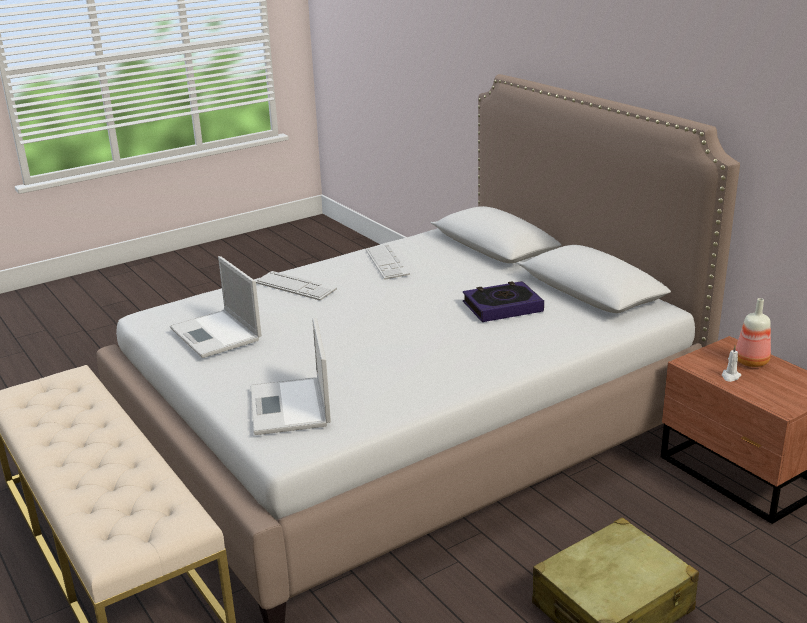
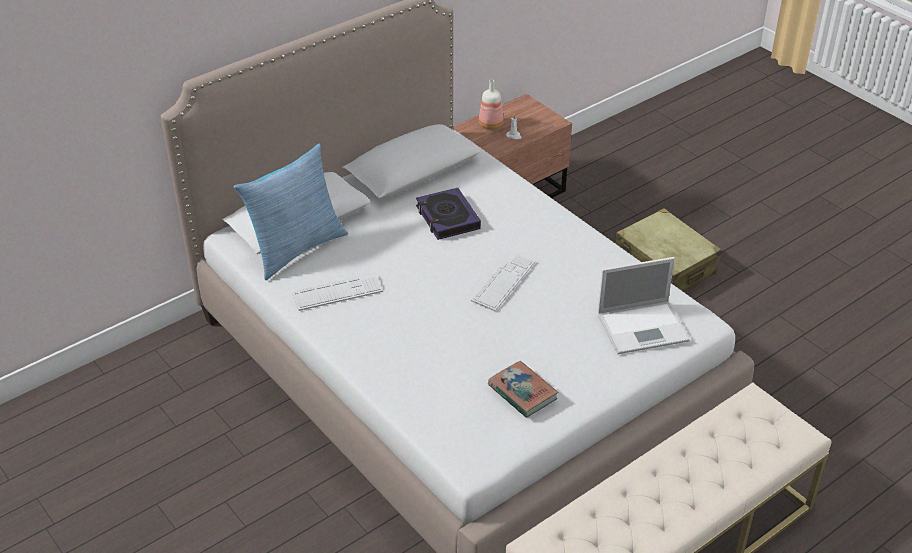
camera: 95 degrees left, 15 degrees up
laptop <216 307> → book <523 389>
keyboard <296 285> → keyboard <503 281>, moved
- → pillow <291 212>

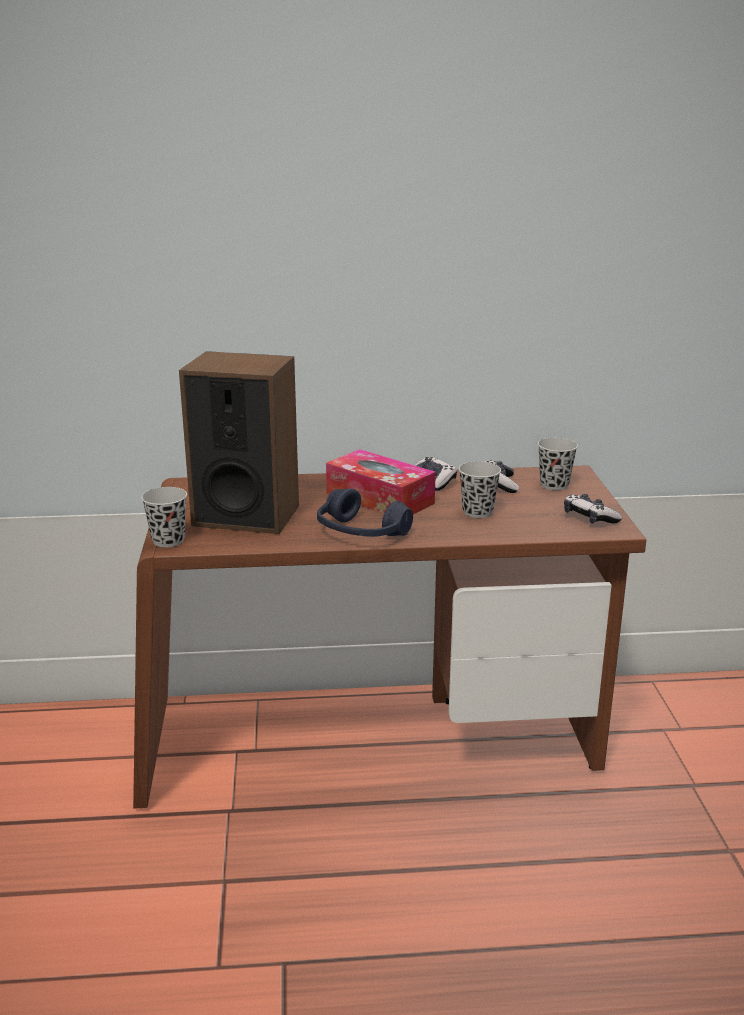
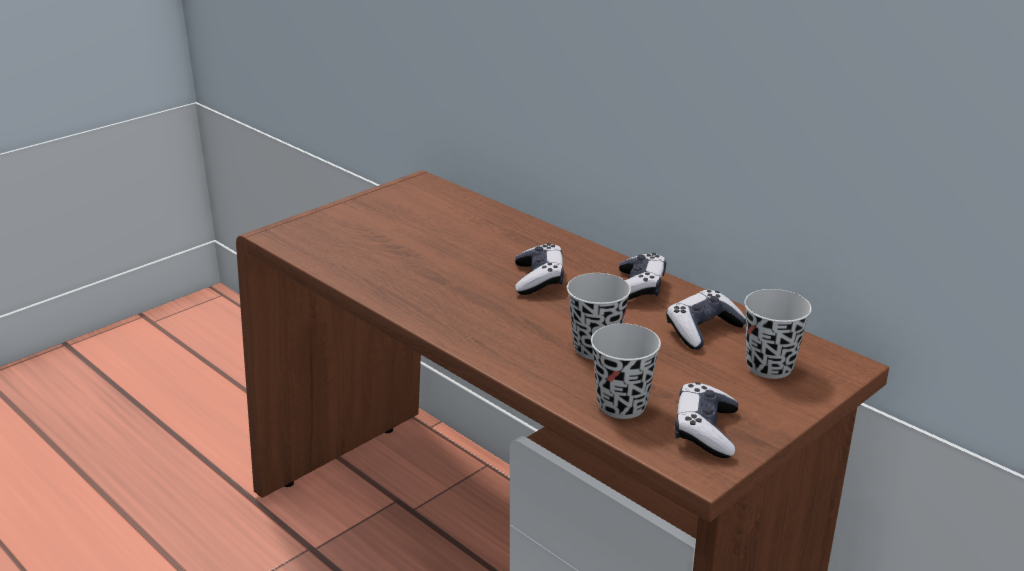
camera: 50 degrees right, 5 degrees up
speaker <239 442> → -
tissue box <381 481> → game controller <539 269>
cup (black) <164 517> → cup (black) <626 371>, moved
headphones (blue) <365 512> → -

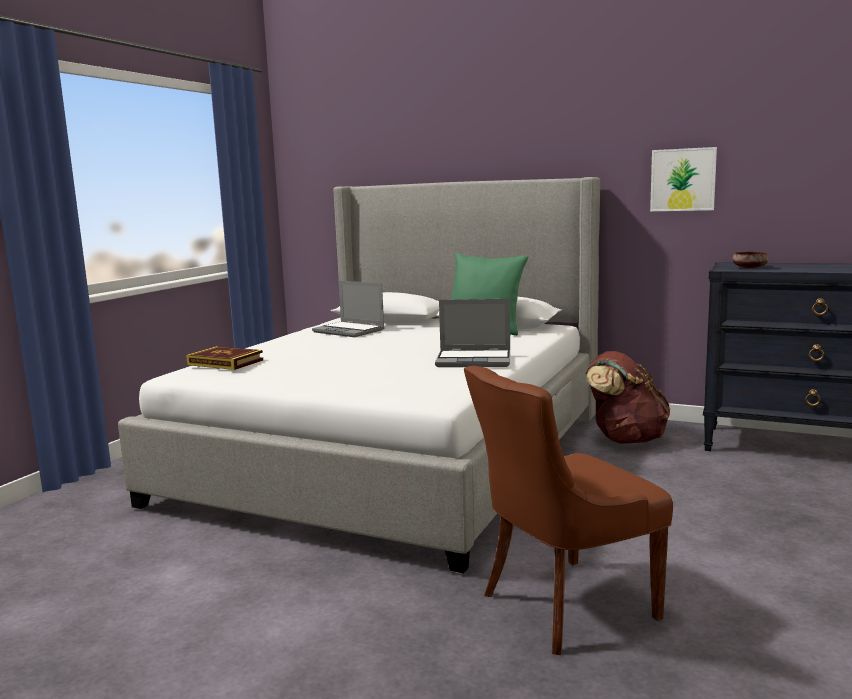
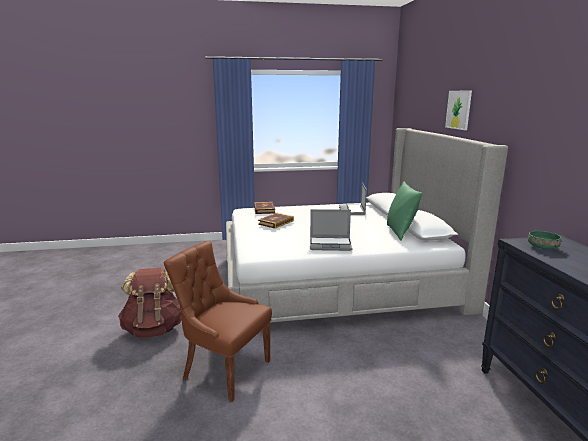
camera: 55 degrees right, 5 degrees up
picture <683 179> → picture <458 110>, moved
bowl (brown) <750 260> → bowl (green) <544 240>
laptop <472 333> → laptop <331 230>, 60 degrees counterclockwise
backpack (brown) <628 397> → backpack (brown) <150 303>, moved
- → book <276 221>

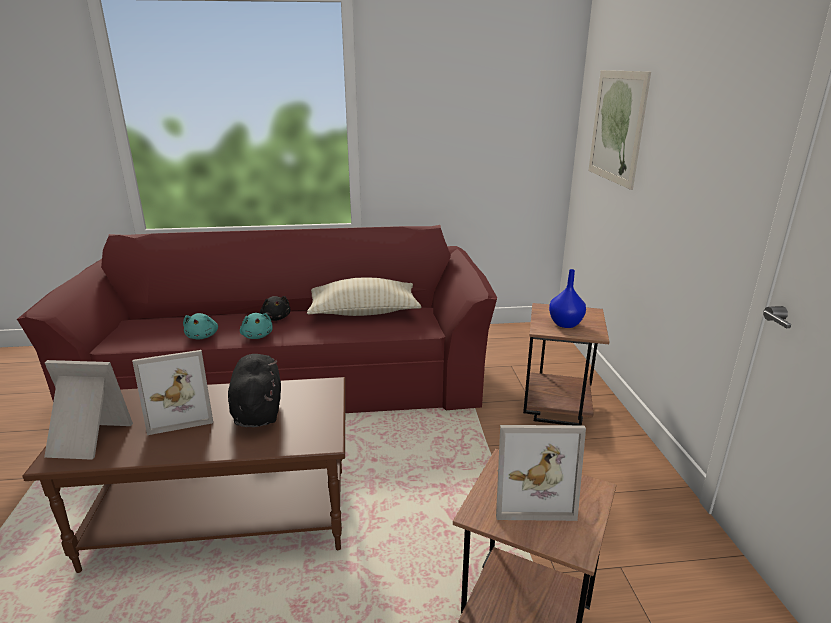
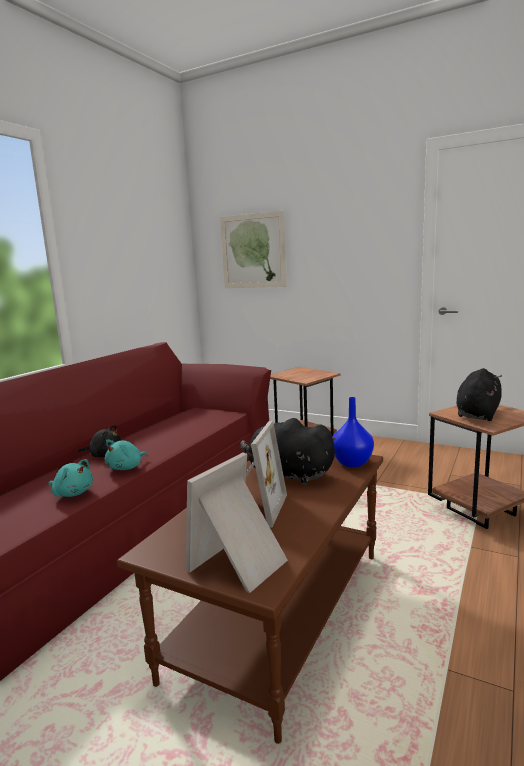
camera: 55 degrees left, 10 degrees down
vase (blue) <567 298> → vase (blue) <353 432>, moved
pillow (beige) <364 297> → -
plush toy (turquoise) <256 326> → plush toy (turquoise) <126 455>, 120 degrees clockwise
picture frame <541 473> → plush toy (black) <479 394>

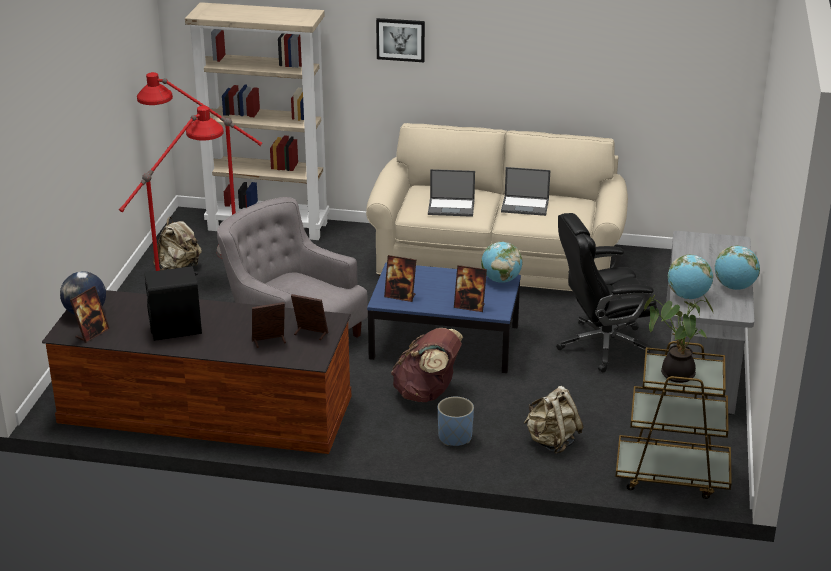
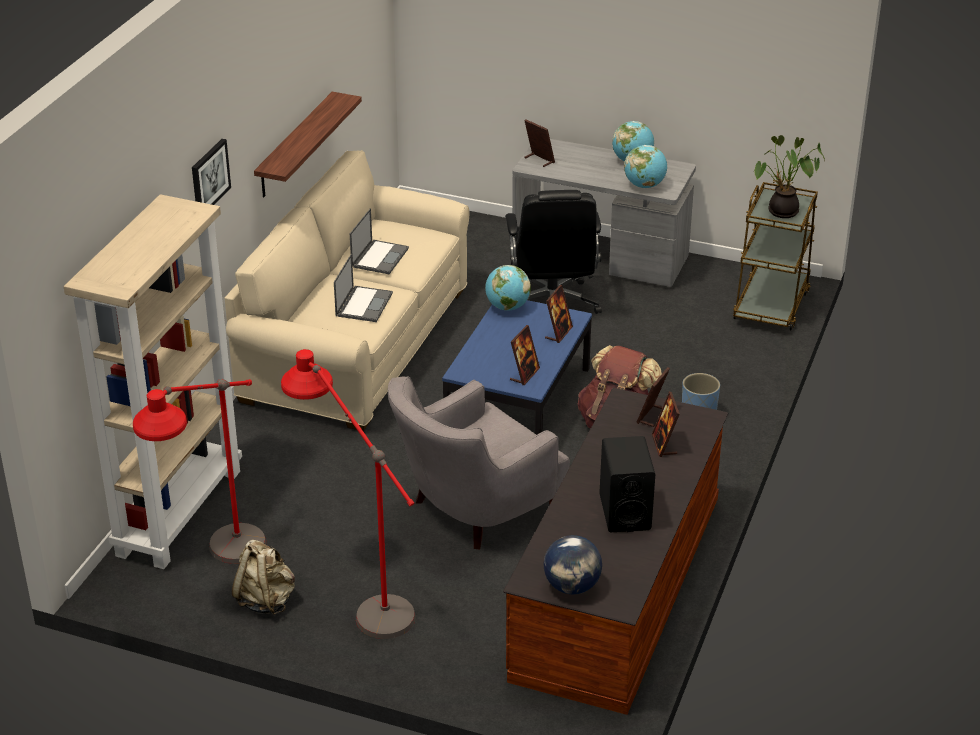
camera: 80 degrees left, 5 degrees up
picture frame <90 314> → picture frame <539 143>, moved
backpack (beige) <554 420> → -
- → shelf <308 144>

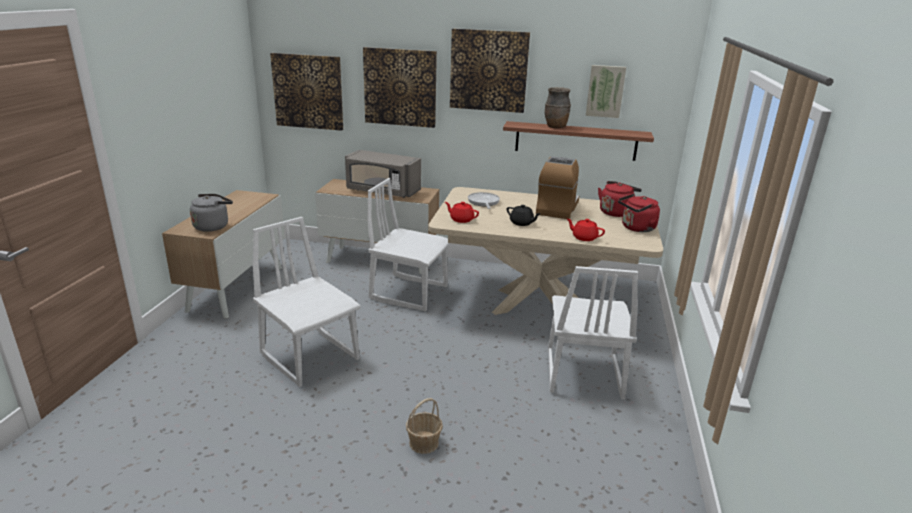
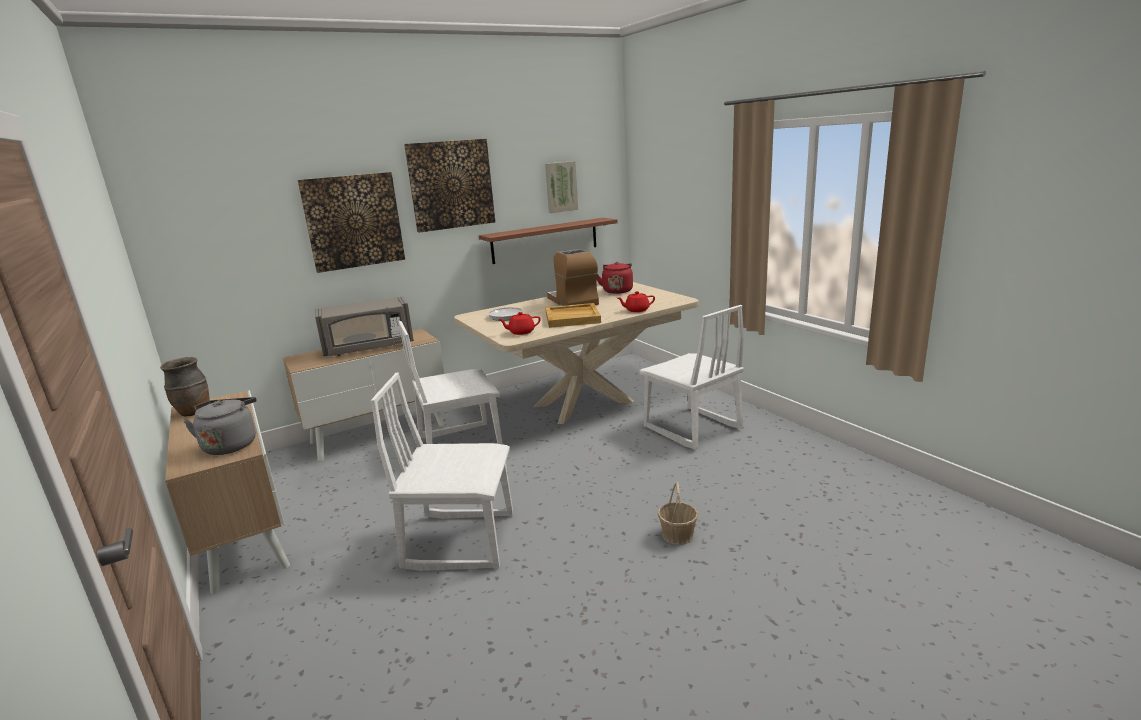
camera: 40 degrees left, 5 degrees down
picture <306 92> → -
vase (brown) <558 107> → vase (brown) <185 386>, moved
kettle (red) <639 213> → -
teapot (black) <523 215> → tray (beige) <573 315>

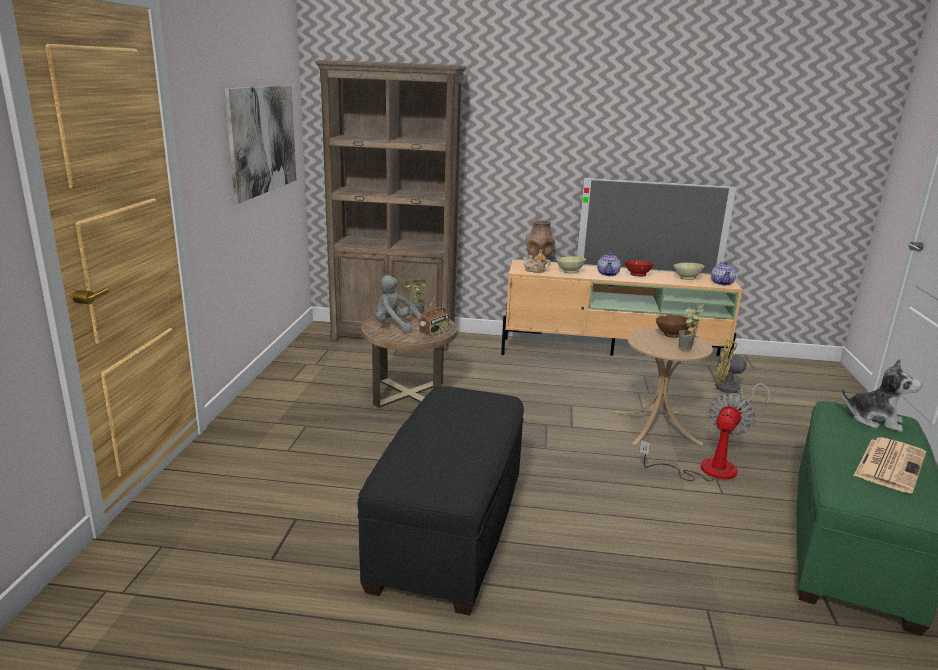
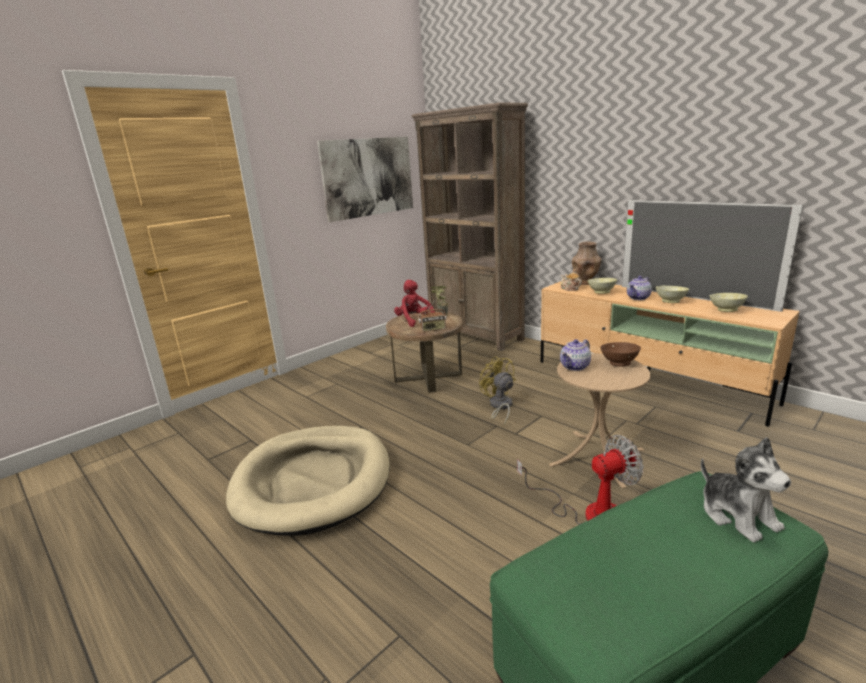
camera: 40 degrees right, 0 degrees up
bowl (red) <639 268> → bowl (beige) <672 294>
teapot <723 273> → teapot <575 355>, moved
plush toy (grey) <398 304> → plush toy (red) <414 303>
potted plant <691 328> → -
fan (yellow) <743 372> → fan (yellow) <497 391>, moved
ottoman (black) <440 501> → dog bed (beige) <308 481>
newspaper <890 465> → -

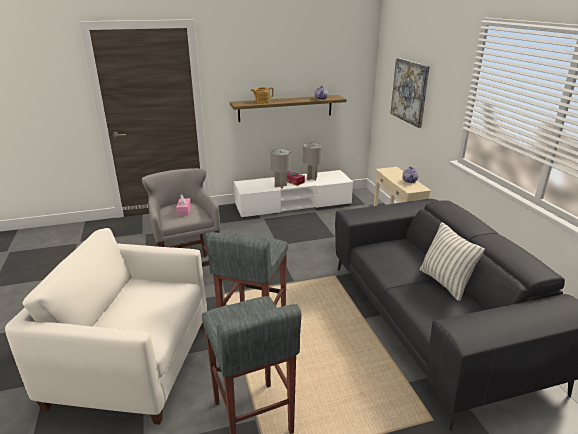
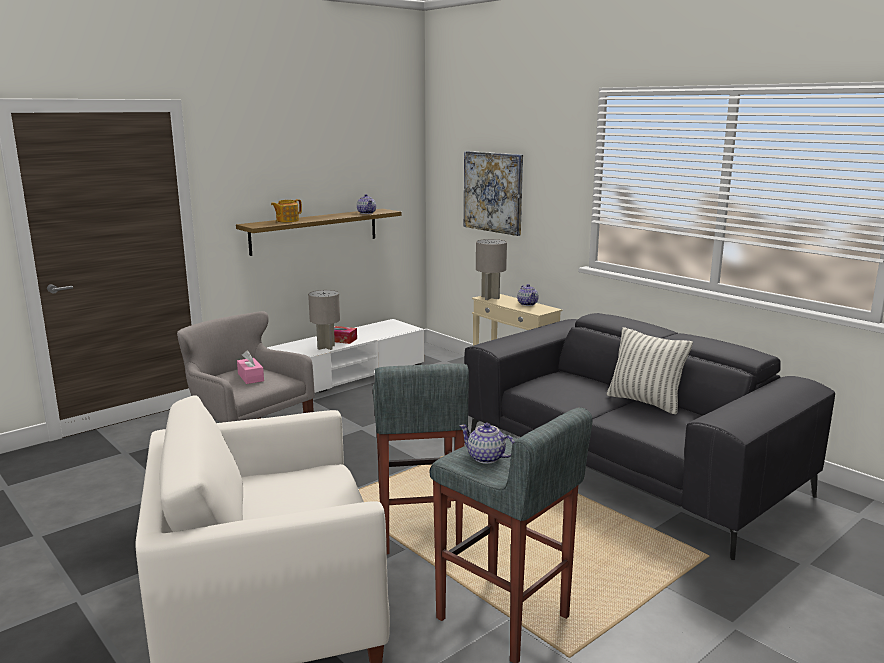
camera: 25 degrees left, 10 degrees down
table lamp (grey) <312 162> → table lamp (grey) <491 269>, moved
- → teapot <486 443>

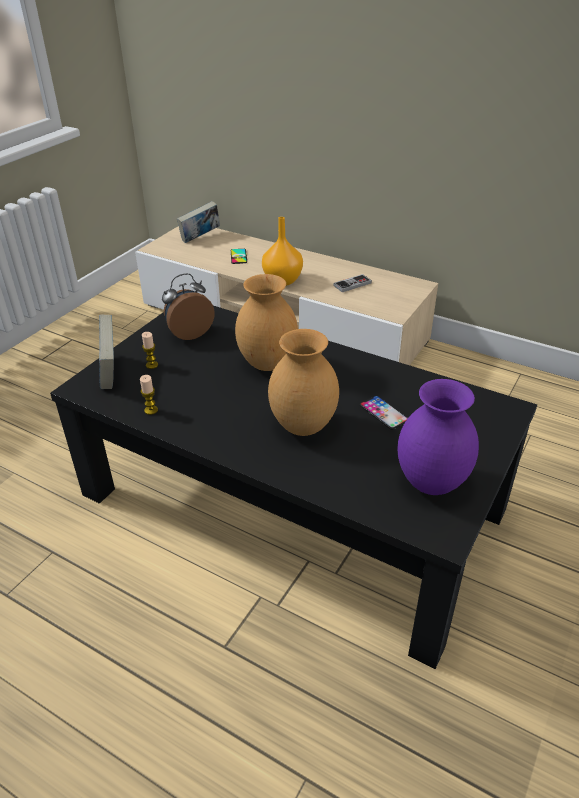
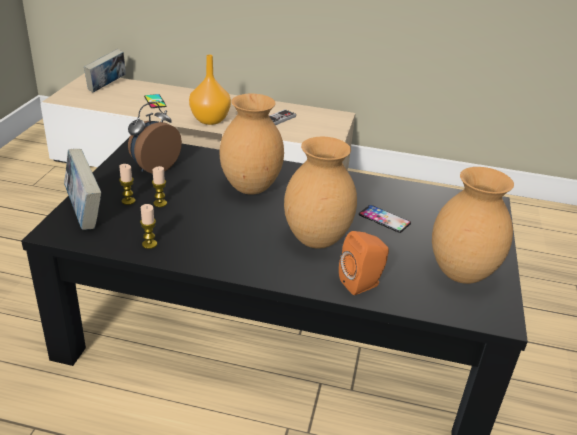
camera: 20 degrees left, 5 degrees down
vase (purple) <438 437> → vase (brown) <473 225>
- → candle <159 186>
- → speaker (orange) <364 263>

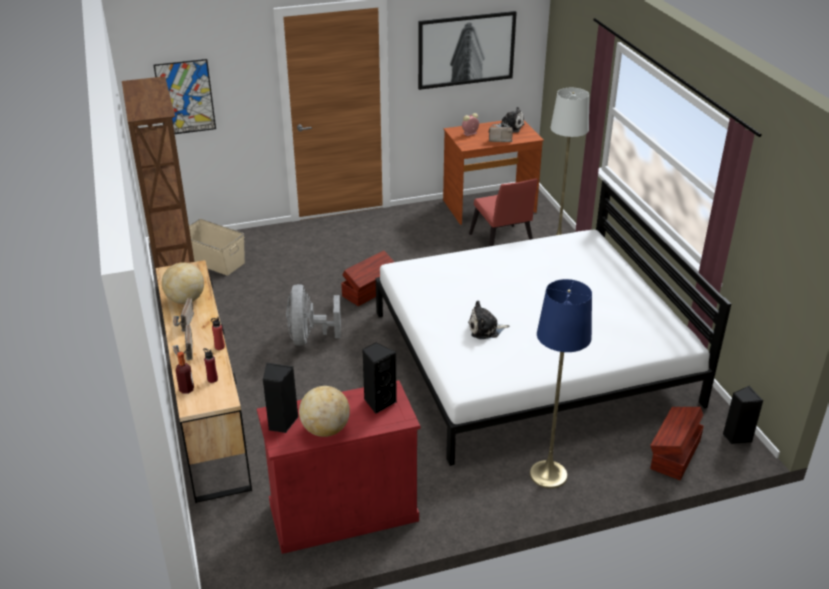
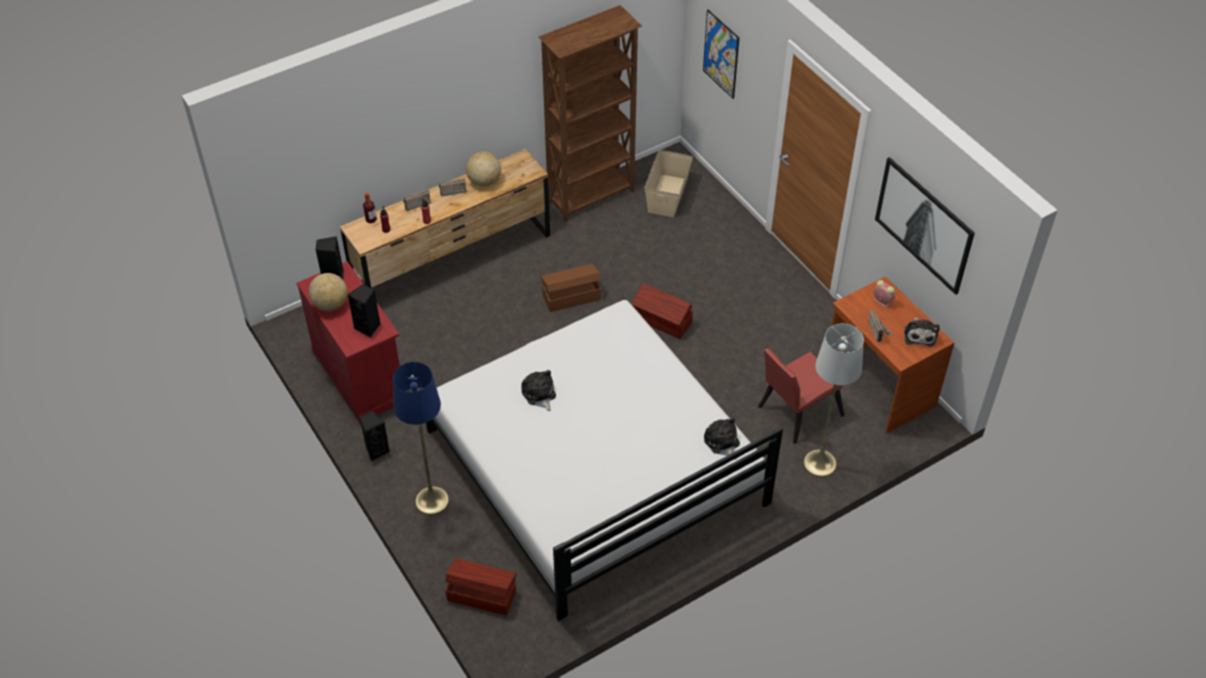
camera: 75 degrees right, 15 degrees up
fan (grey) <313 315> → storage box (brown) <571 288>
speaker (black) <743 415> → speaker (black) <375 436>, moved
- → plush toy <722 438>

